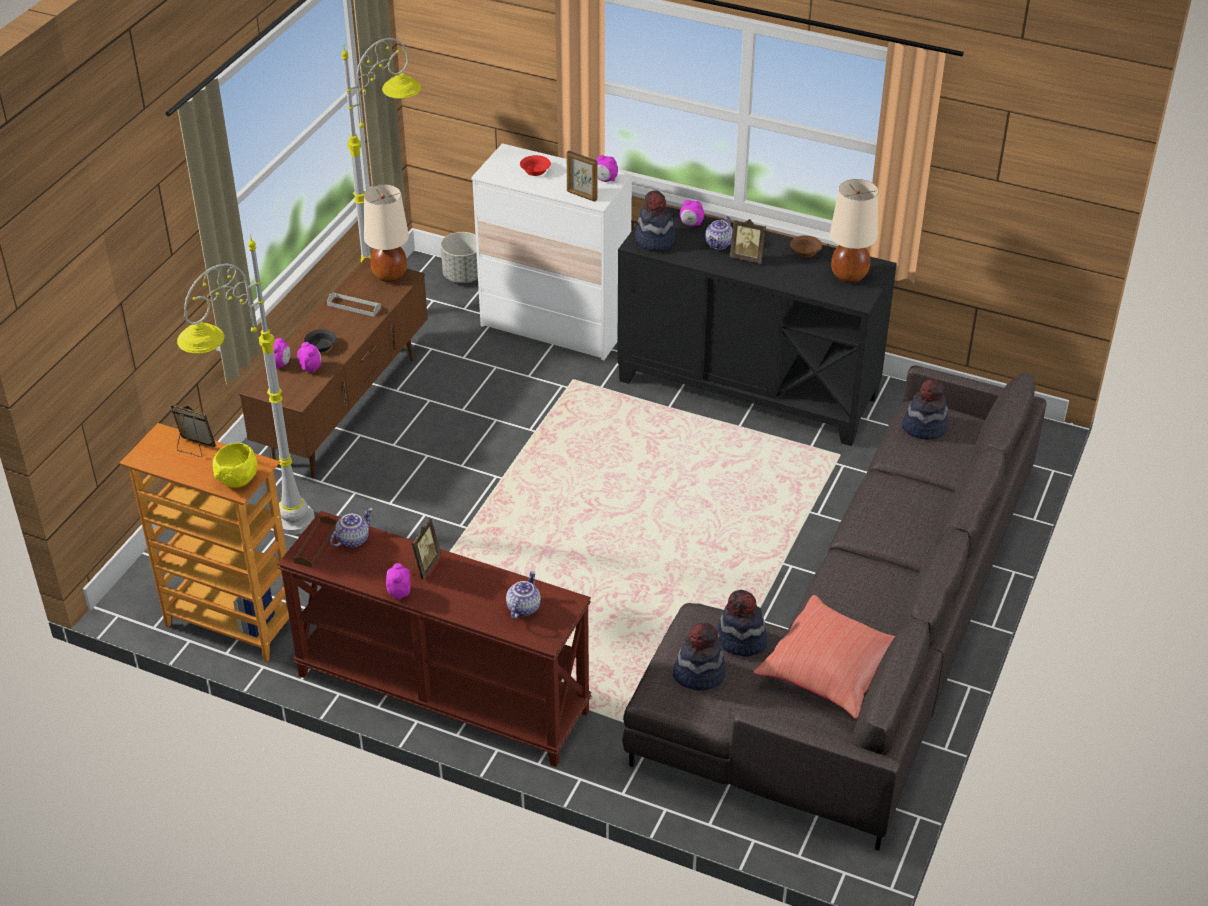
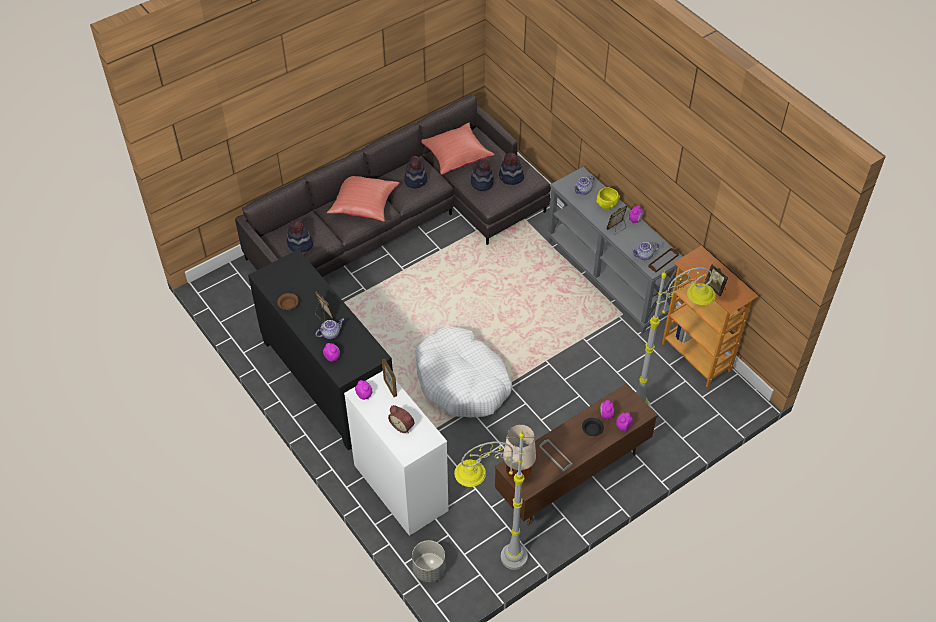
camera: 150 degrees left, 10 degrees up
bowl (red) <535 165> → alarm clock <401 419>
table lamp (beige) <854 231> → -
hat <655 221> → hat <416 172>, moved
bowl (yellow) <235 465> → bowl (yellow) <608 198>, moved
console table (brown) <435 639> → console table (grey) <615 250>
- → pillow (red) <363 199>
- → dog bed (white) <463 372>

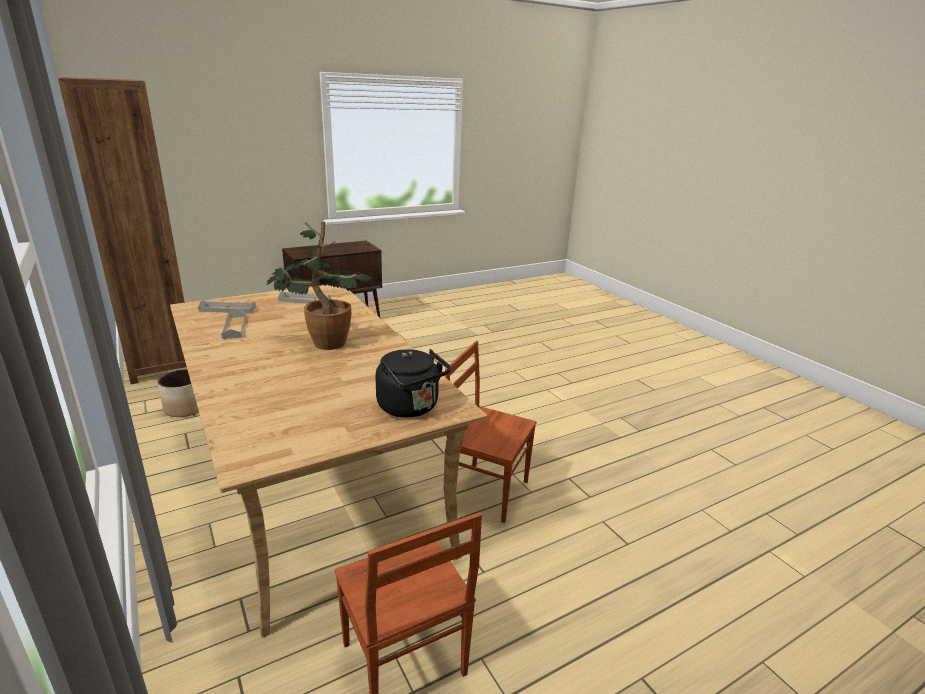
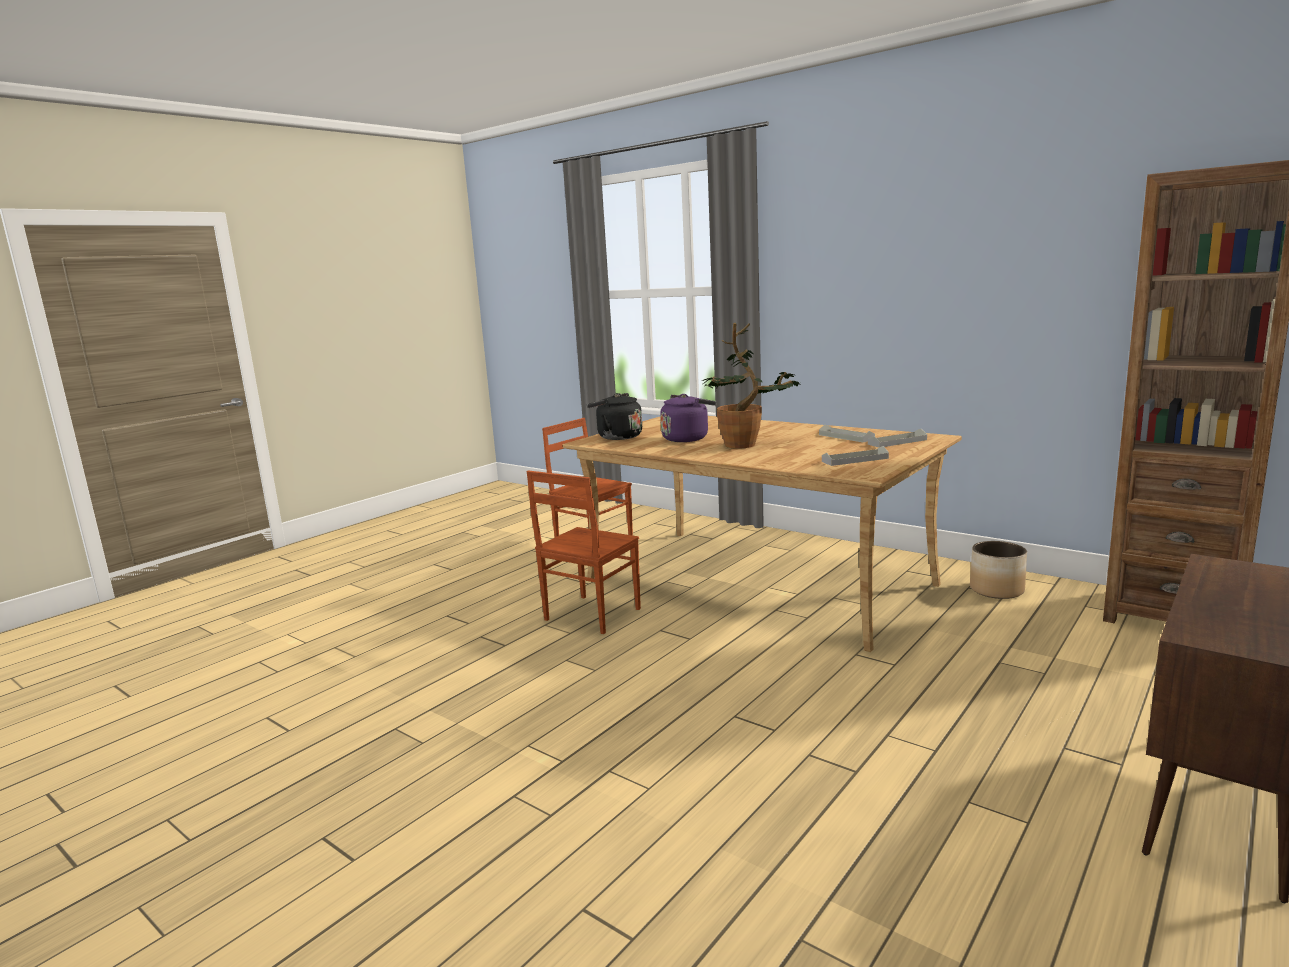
camera: 160 degrees right, 10 degrees down
chair (brown) <491 432> → chair (brown) <584 552>, 120 degrees clockwise
- → kettle (purple) <688 418>

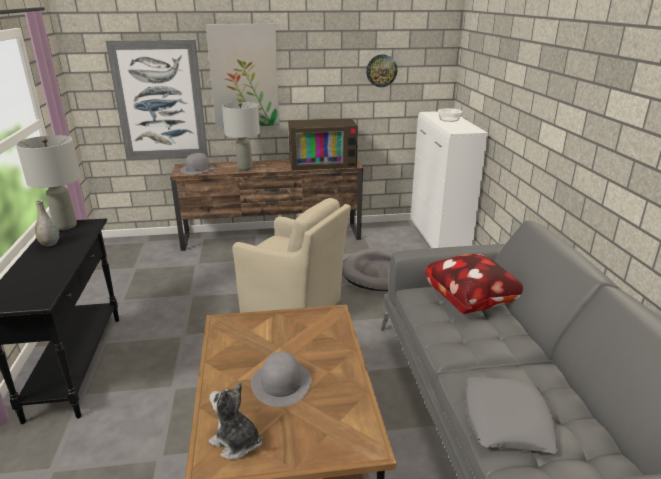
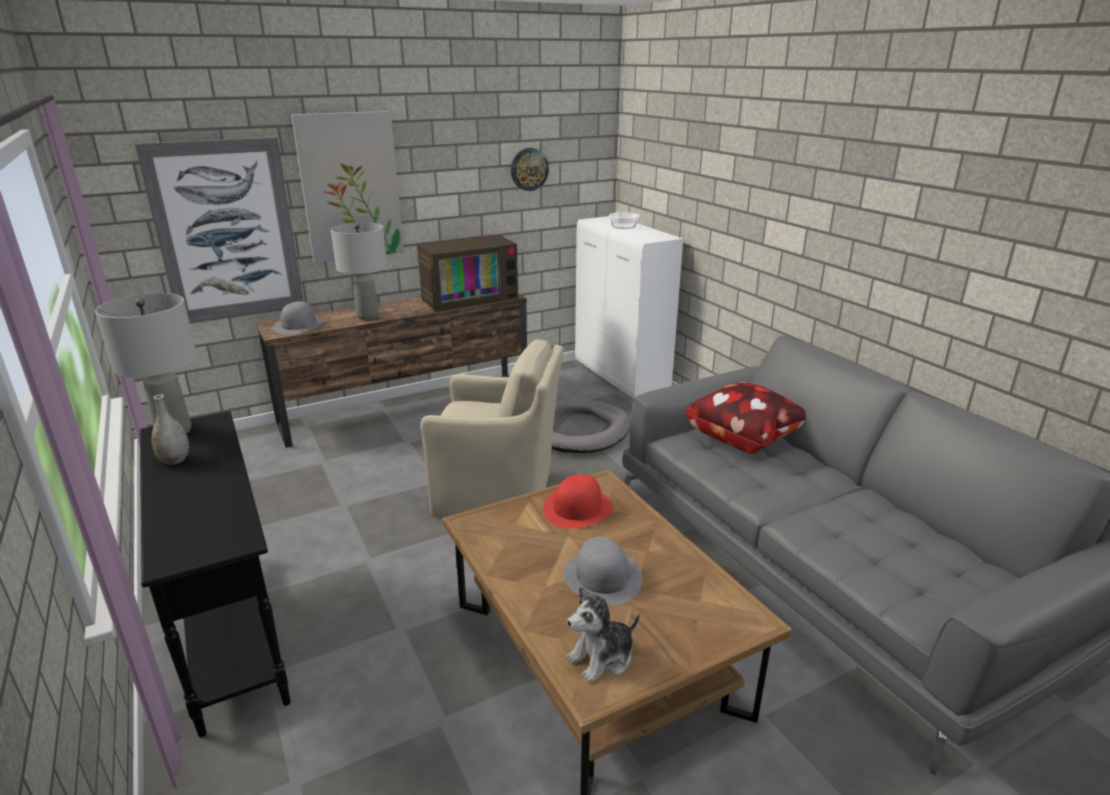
camera: 20 degrees left, 0 degrees up
pillow (grey) <512 415> → -
plush toy <236 420> → plush toy <602 634>, 45 degrees counterclockwise
- → hat (red) <578 501>

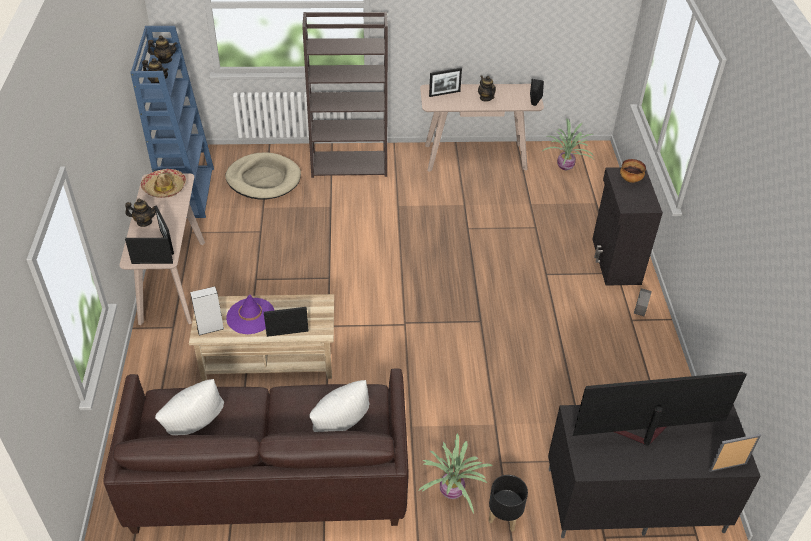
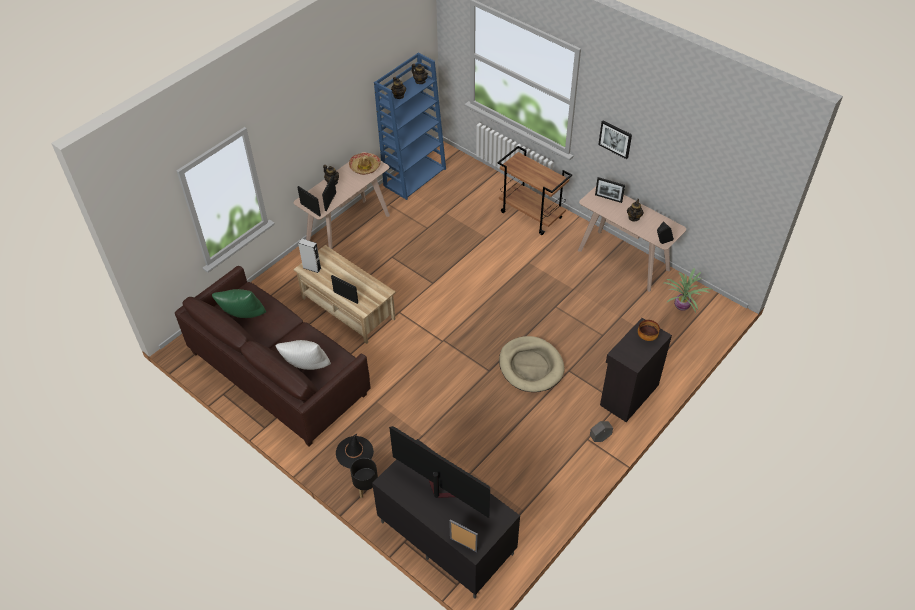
camera: 45 degrees right, 5 degrees up
bookcase (brown) <345 95> → cart (brown) <534 190>
dog bed (beige) <263 176> → dog bed (beige) <531 364>, moved
hat (purple) <250 314> → -
pillow (white) <189 407> → pillow (green) <239 303>
potted plant <455 473> → hat (black) <355 451>
- → picture <615 139>

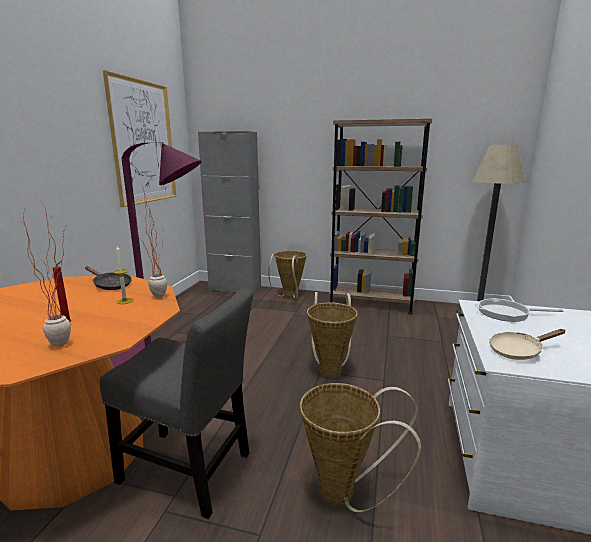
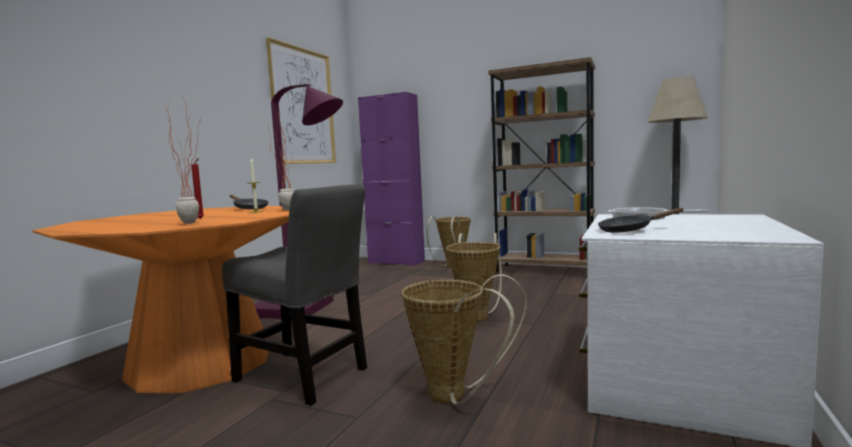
camera: 10 degrees right, 10 degrees down
cabinet (grey) <229 213> → cabinet (purple) <391 179>
frying pan (beige) <527 344> → frying pan (black) <641 220>

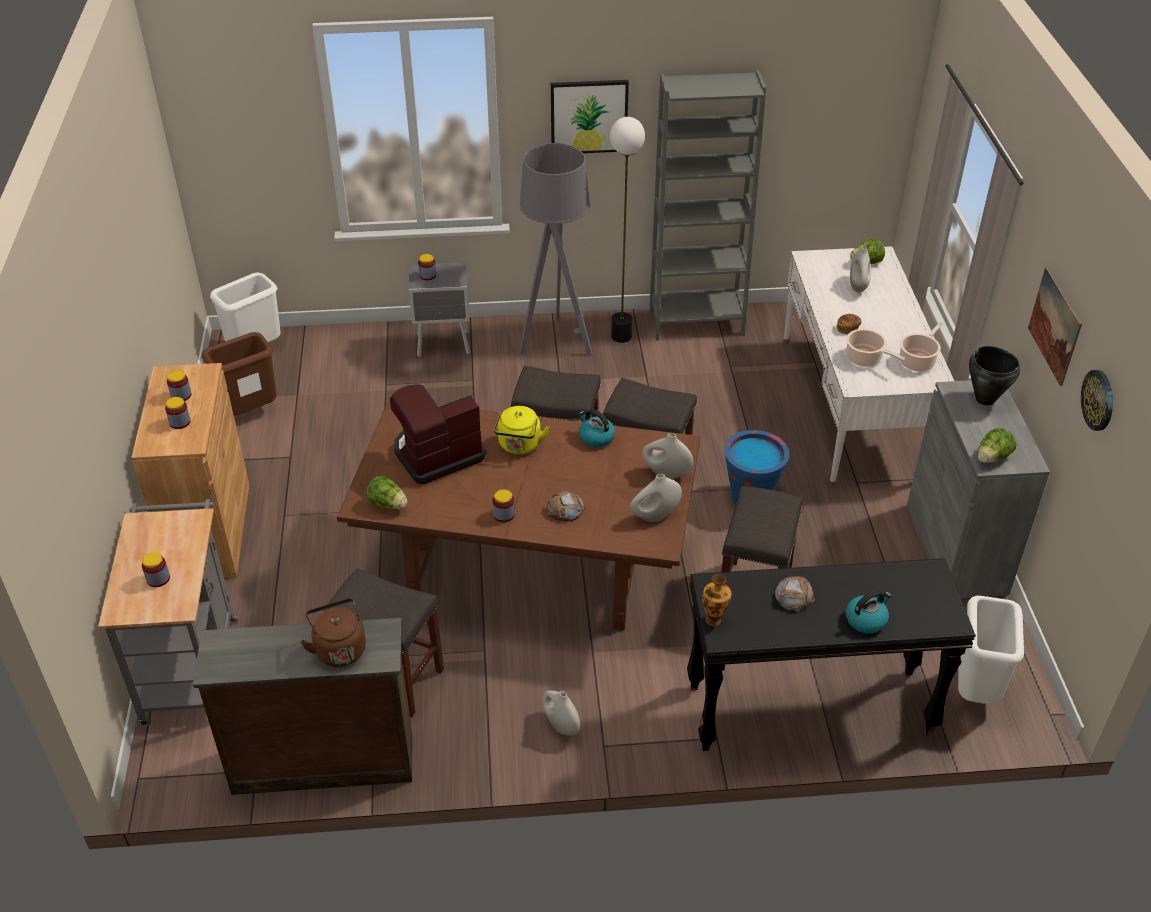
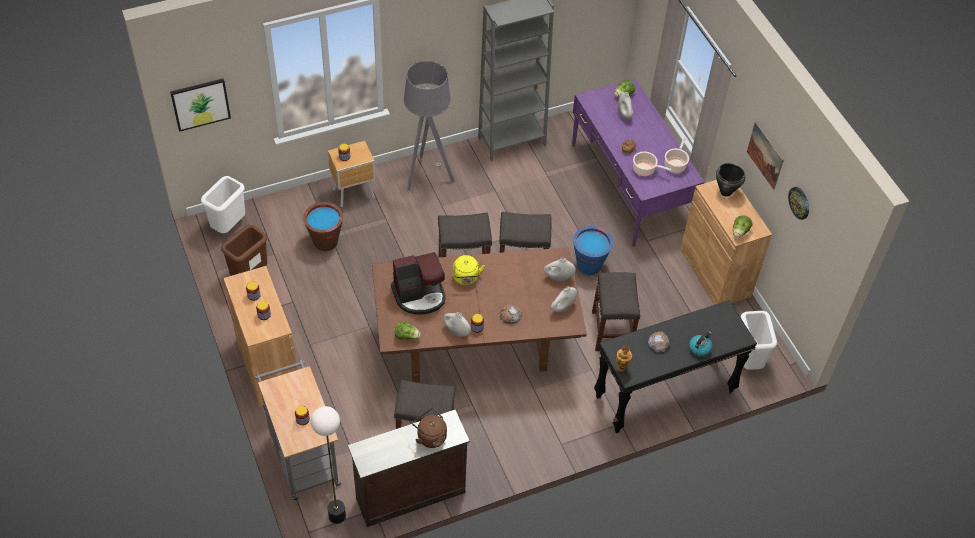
camera: 20 degrees left, 10 degrees up
picture <590 116> → picture <200 105>, moved
floor lamp <627 230> → floor lamp <328 465>, moved
desk (white) <868 366> → desk (purple) <638 162>
nightstand (grey) <439 309> → nightstand (brown) <352 174>
cabinet (grey) <978 489> → cabinet (brown) <726 242>
coffee machine <438 434> → coffee machine <418 283>, 150 degrees counterclockwise
kettle <597 428> → -
vase (white) <561 713> → vase (white) <457 324>, moved
- → bucket (brown) <323 226>

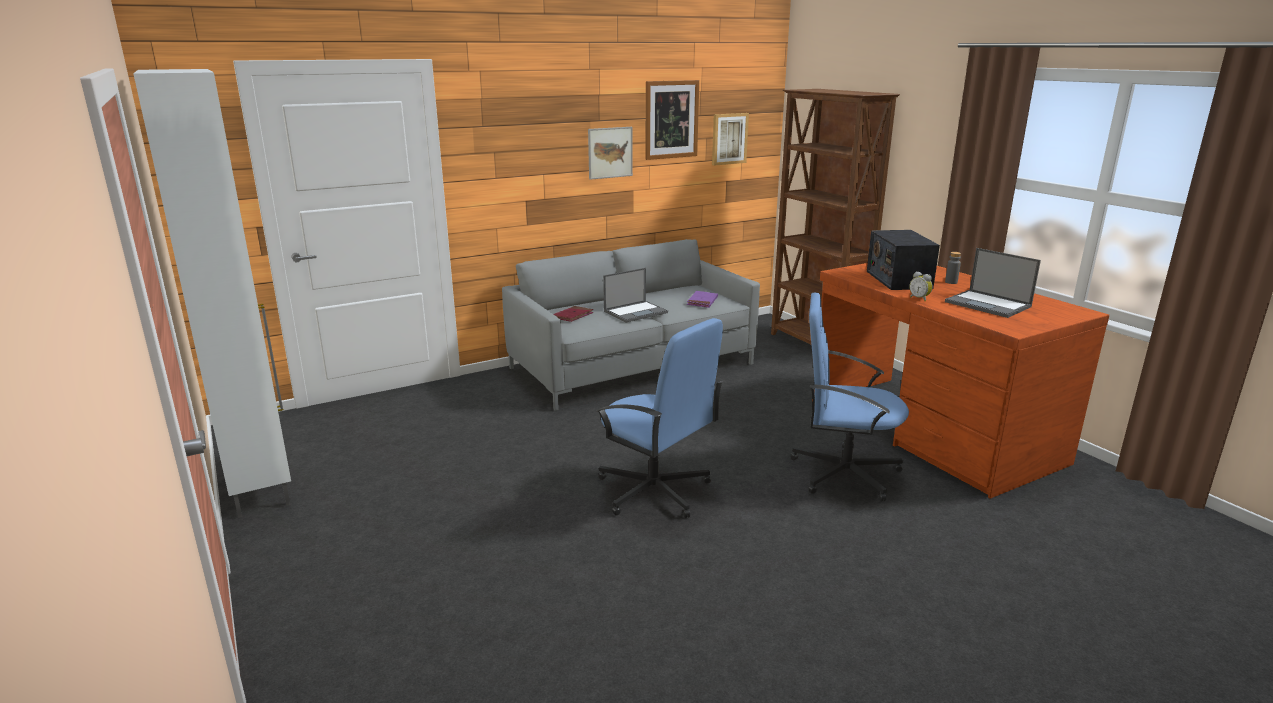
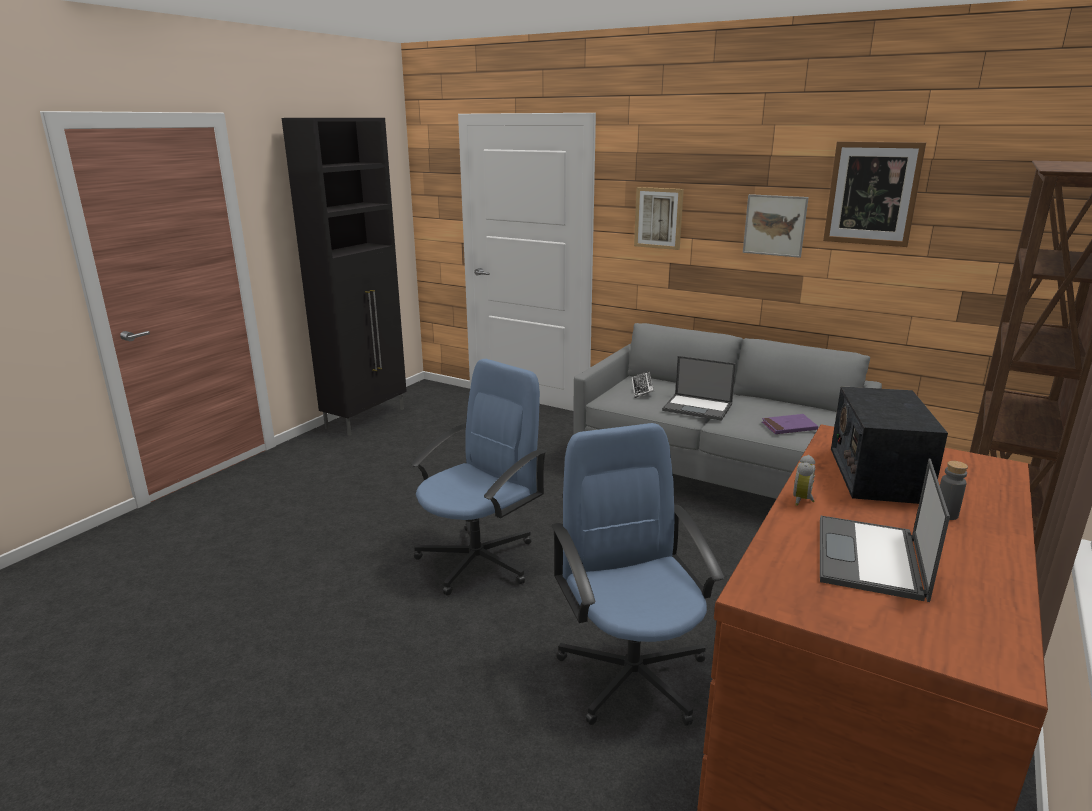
camera: 60 degrees right, 0 degrees up
cabinet (white) <212 293> → cabinet (black) <344 277>
picture <730 139> → picture <659 218>, moved
radio <903 260> → radio <889 445>, 45 degrees counterclockwise
book (red) <573 314> → keyboard <643 384>
office chair (blue) <660 418> → office chair (blue) <479 477>, 150 degrees counterclockwise

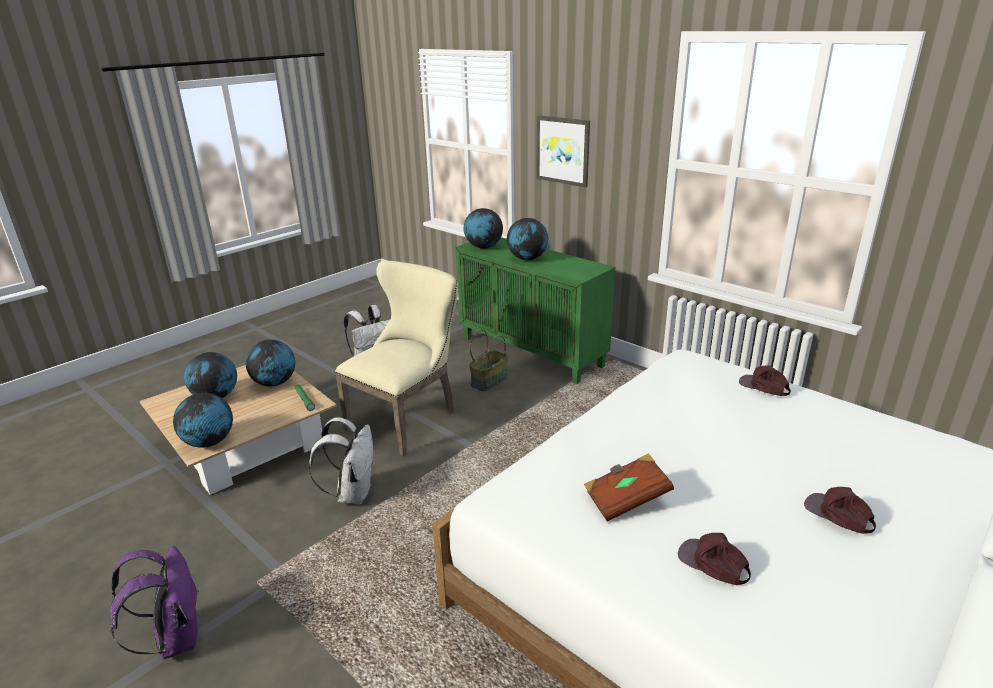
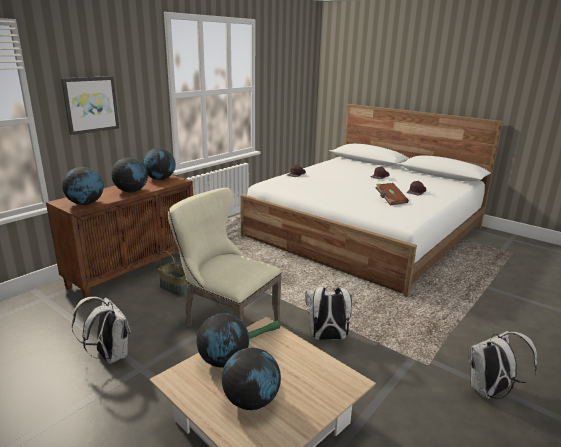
camera: 95 degrees left, 5 degrees down
cabinet (green) <535 310> → cabinet (brown) <119 238>
globe <203 420> → globe <159 164>, moved
backpack (purple) <155 602> → backpack (white) <503 365>

